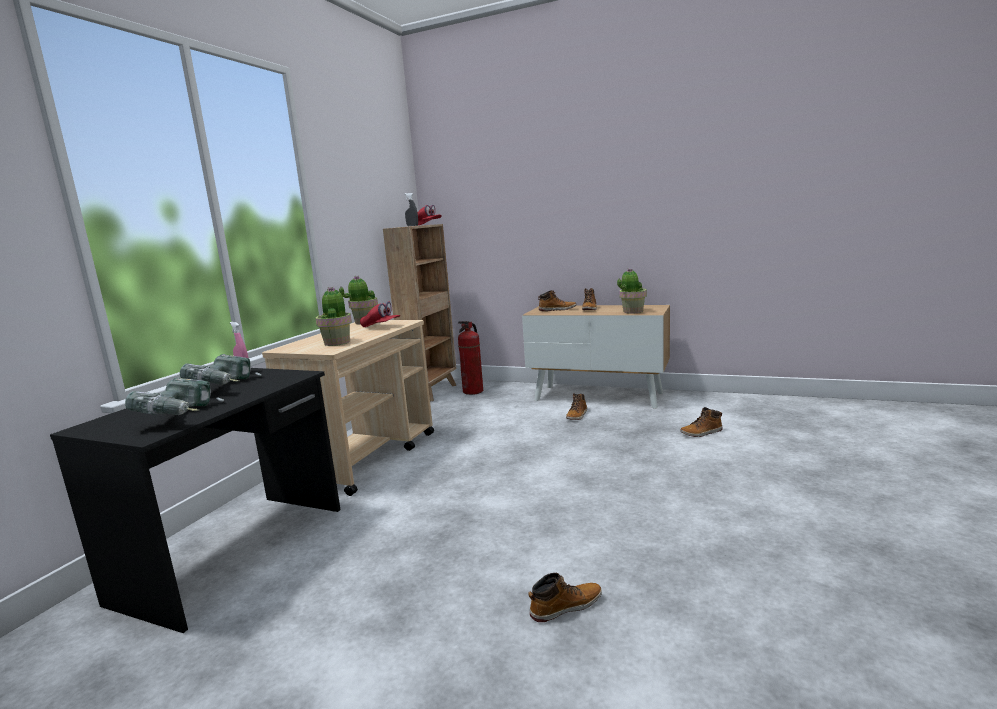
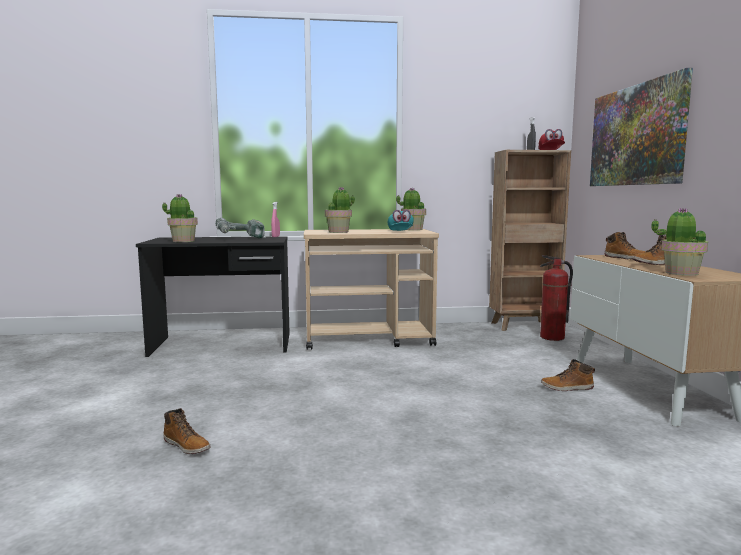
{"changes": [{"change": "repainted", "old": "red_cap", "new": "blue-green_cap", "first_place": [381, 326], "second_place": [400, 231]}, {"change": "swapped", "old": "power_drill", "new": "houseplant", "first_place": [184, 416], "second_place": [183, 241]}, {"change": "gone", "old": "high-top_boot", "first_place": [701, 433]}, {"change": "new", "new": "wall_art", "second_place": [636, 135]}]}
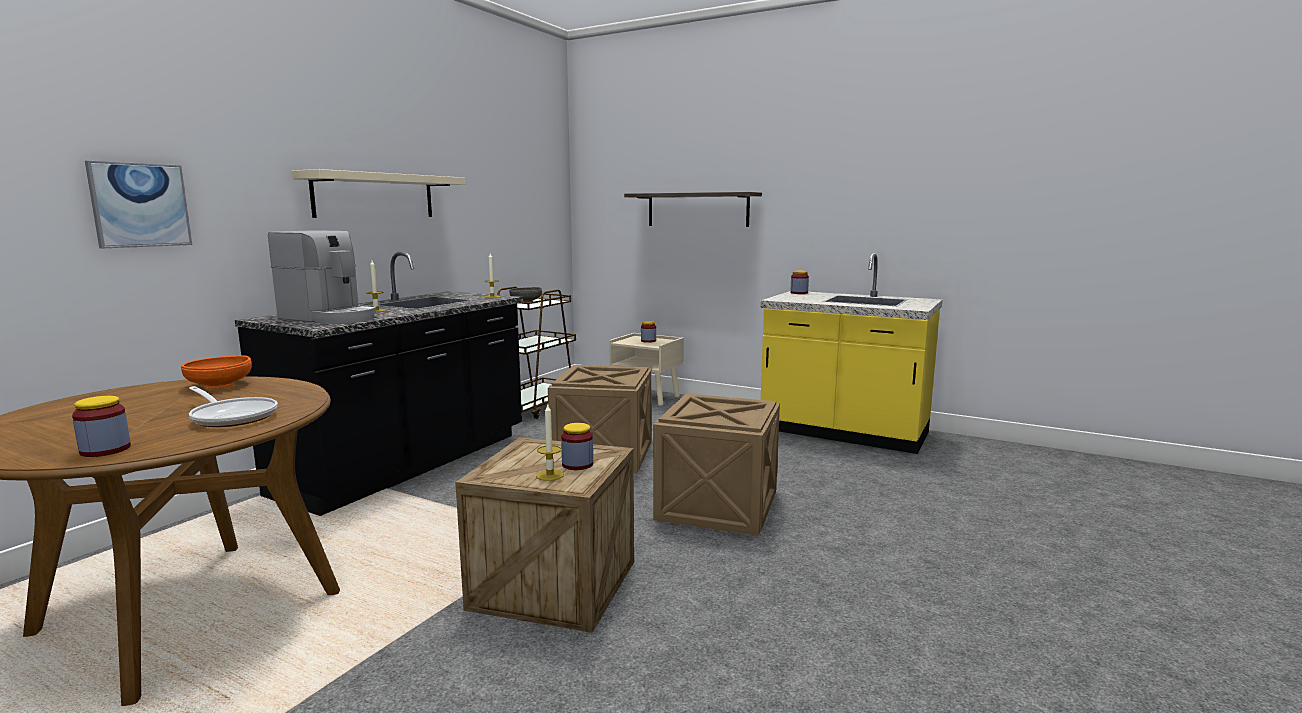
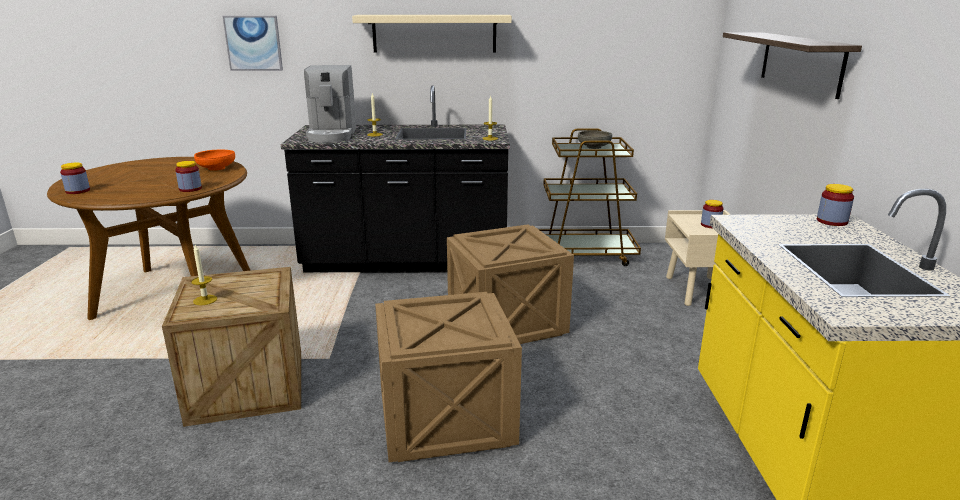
{"changes": [{"change": "gone", "old": "frying_pan", "first_place": [232, 417]}, {"change": "shifted", "old": "storage_jar", "first_place": [577, 464], "second_place": [190, 189]}]}
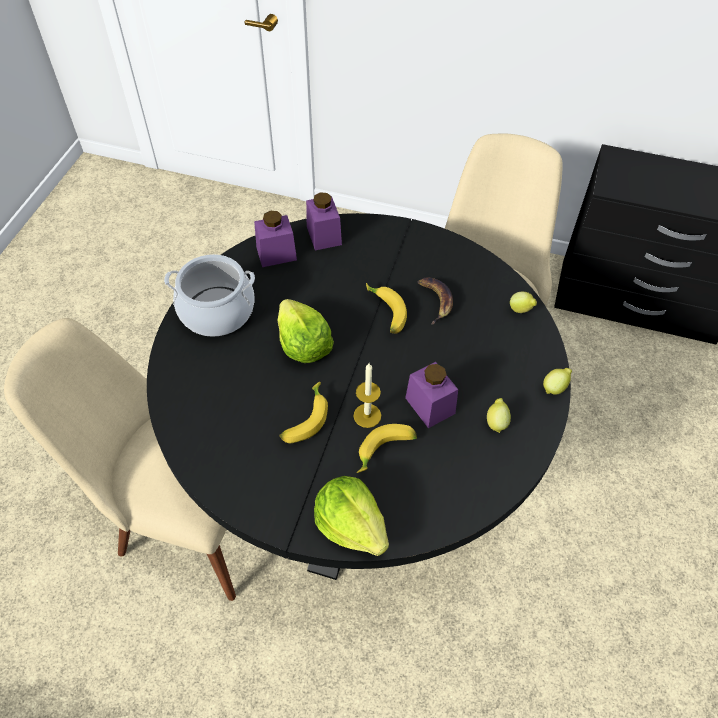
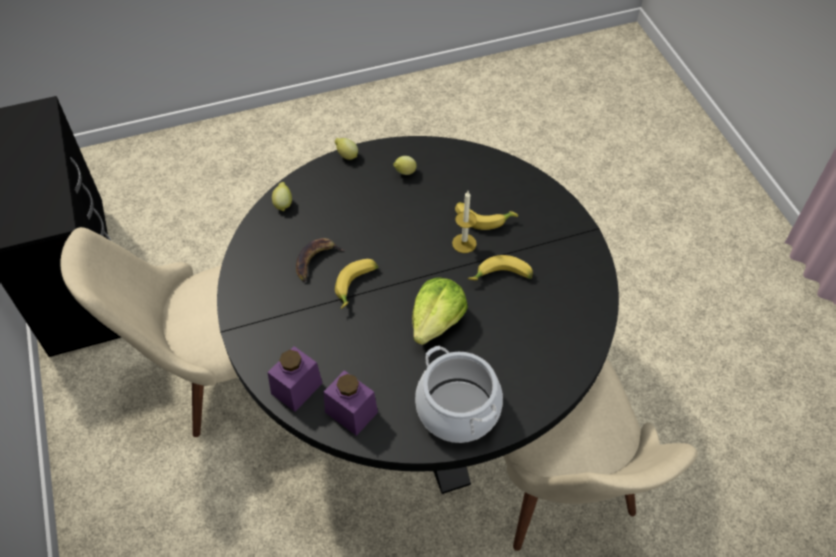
{"changes": [{"change": "gone", "old": "purplish_storage_jar", "first_place": [430, 405]}, {"change": "gone", "old": "lettuce_head", "first_place": [351, 524]}]}
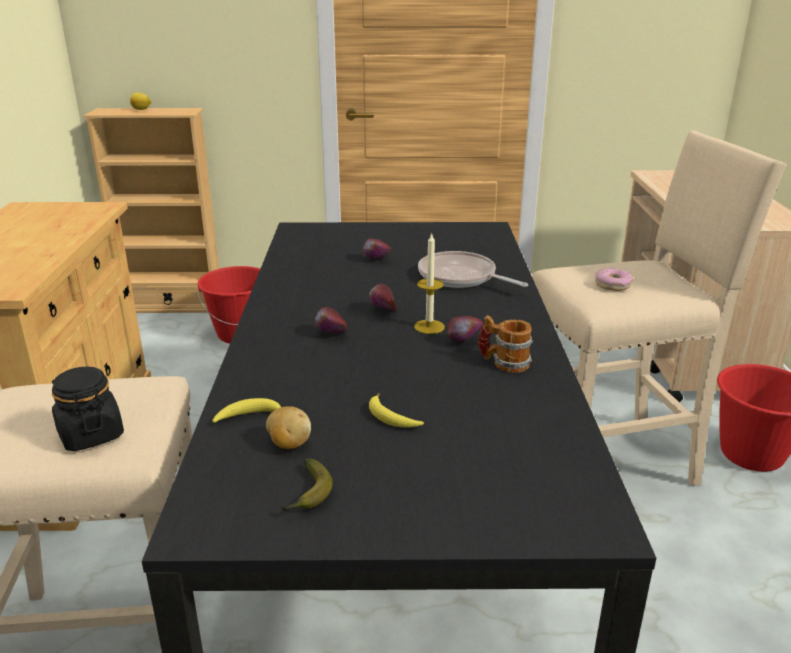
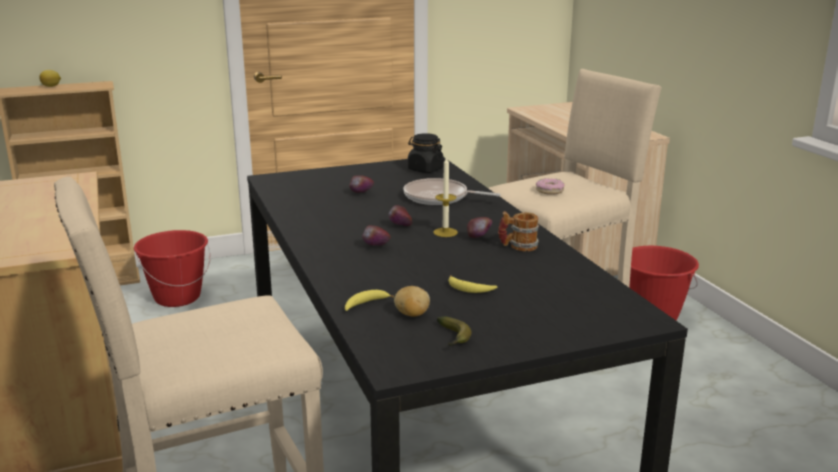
{"changes": [{"change": "shifted", "old": "black_storage_jar", "first_place": [90, 434], "second_place": [425, 169]}]}
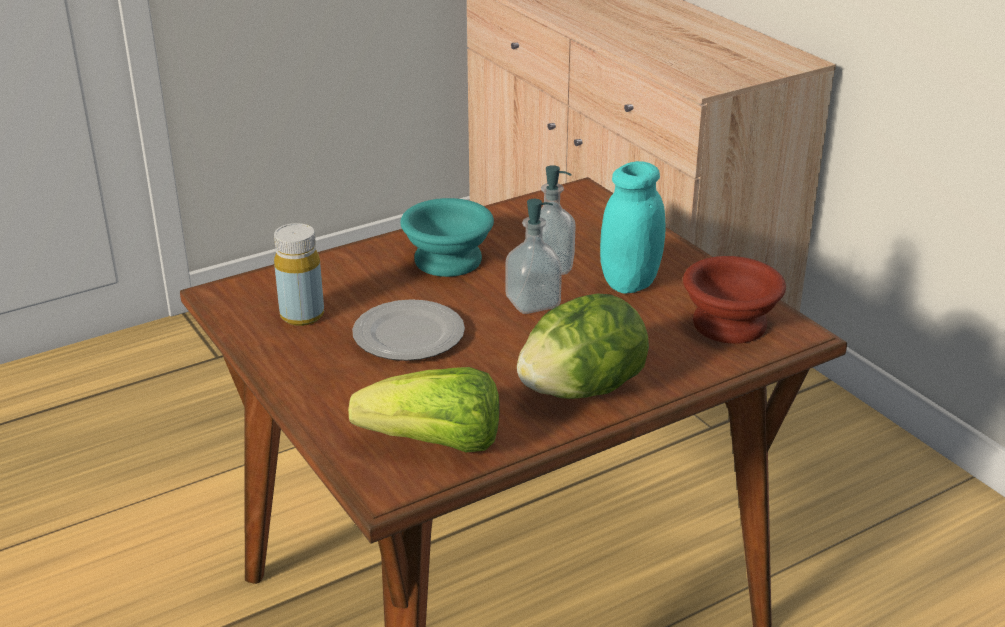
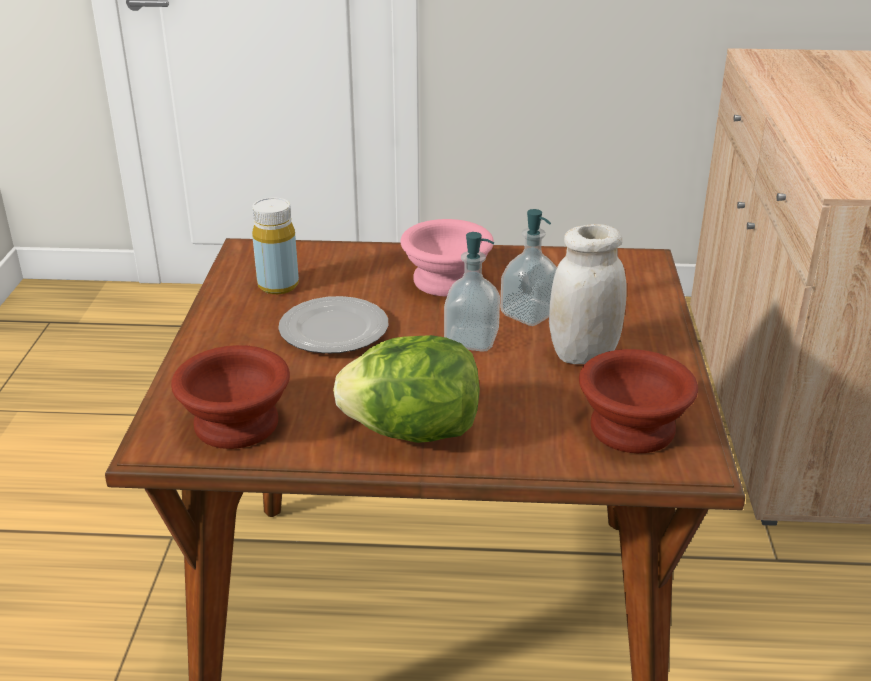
{"changes": [{"change": "repainted", "old": "blue-green_storage_jar", "new": "white_storage_jar", "first_place": [630, 283], "second_place": [583, 354]}, {"change": "repainted", "old": "blue-green_deep_dish", "new": "pinkish_deep_dish", "first_place": [450, 259], "second_place": [449, 280]}, {"change": "swapped", "old": "lettuce_head", "new": "brown_deep_dish", "first_place": [435, 444], "second_place": [236, 426]}]}
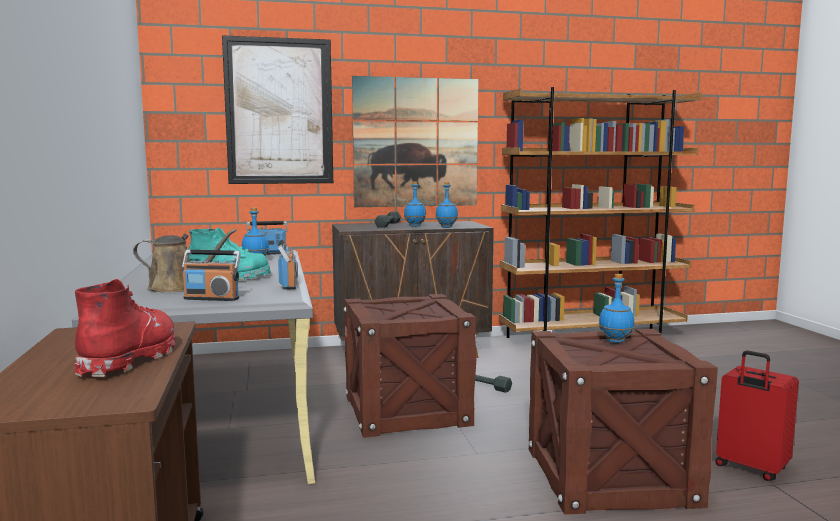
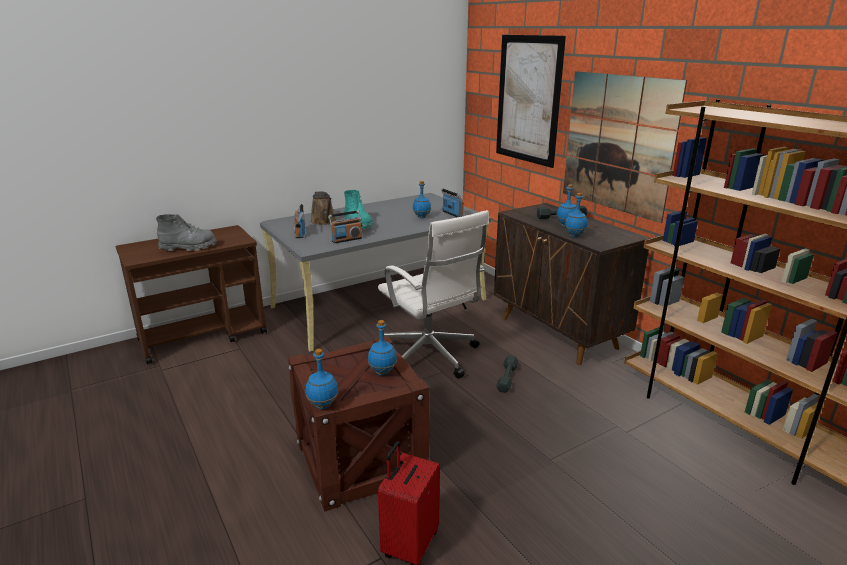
{"changes": [{"change": "repainted", "old": "red_high-top_boot", "new": "grey_high-top_boot", "first_place": [130, 359], "second_place": [188, 247]}, {"change": "swapped", "old": "packing_crate", "new": "white_office_chair", "first_place": [406, 410], "second_place": [430, 356]}, {"change": "new", "new": "blue_drink_bottle", "second_place": [322, 405]}]}
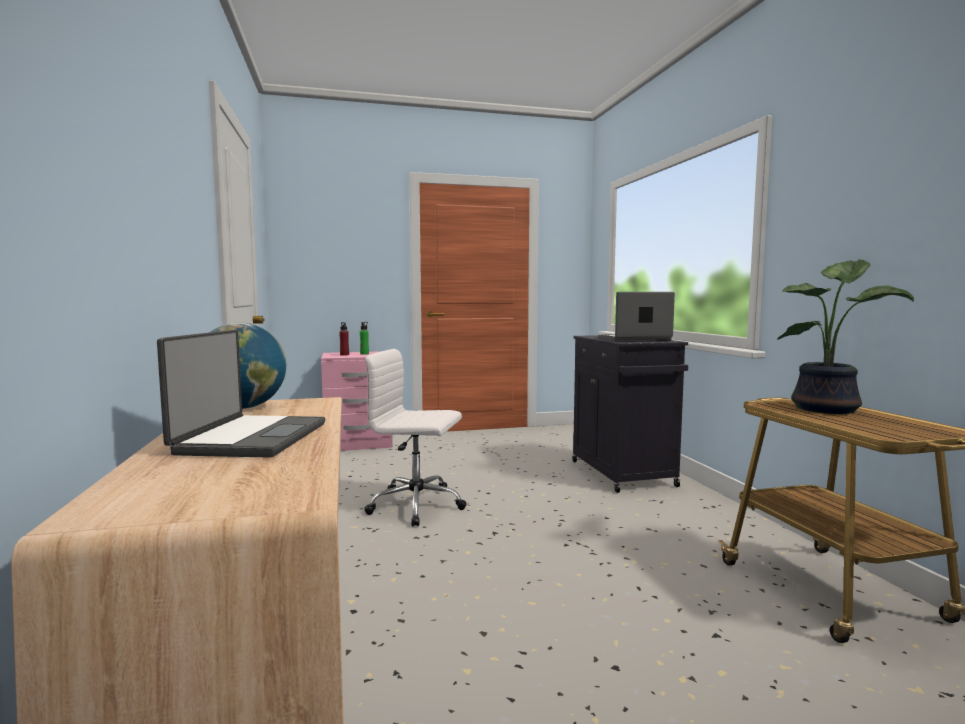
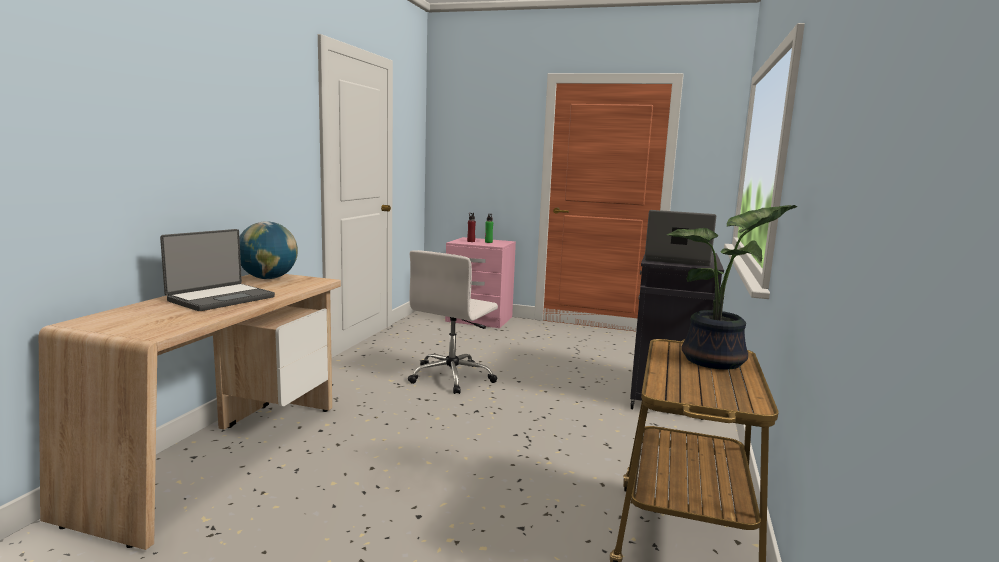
{"changes": [{"change": "rotated", "old": "white_office_chair", "first_place": [418, 505], "second_place": [452, 377], "degrees": -105}]}
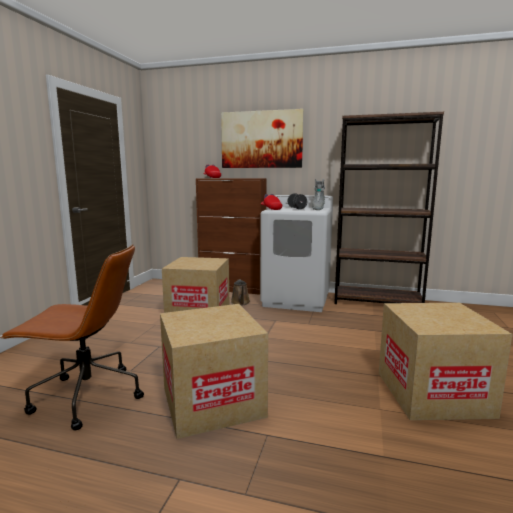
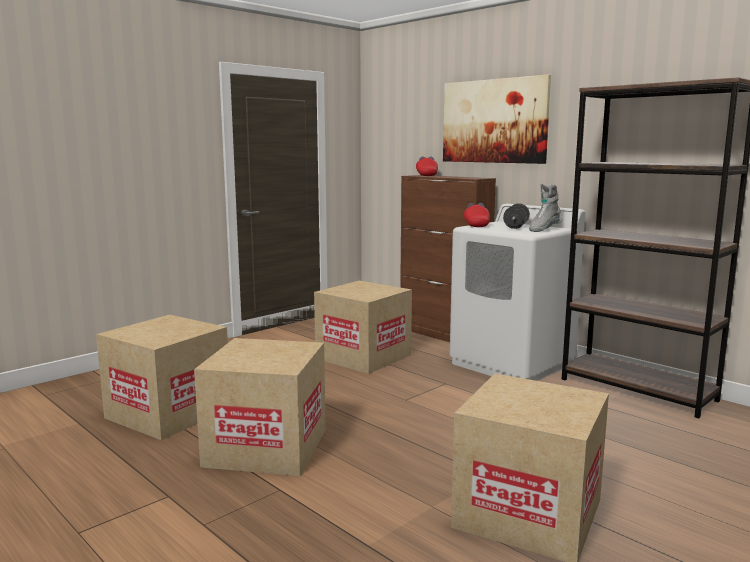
{"changes": [{"change": "swapped", "old": "brown_office_chair", "new": "carton", "first_place": [86, 397], "second_place": [168, 413]}, {"change": "gone", "old": "brown_watering_can", "first_place": [240, 303]}]}
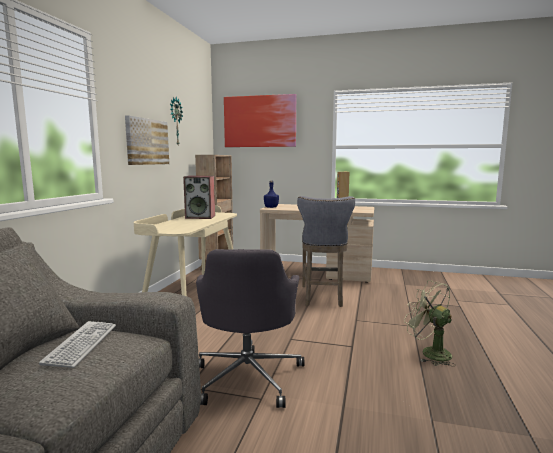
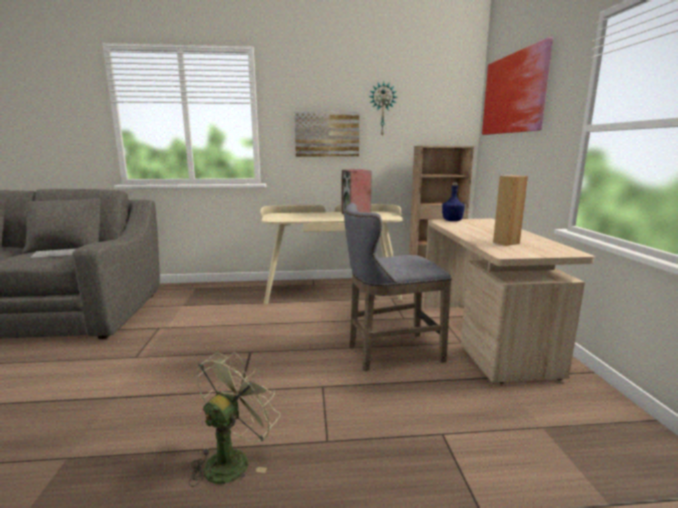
{"changes": [{"change": "gone", "old": "grey_office_chair", "first_place": [248, 376]}]}
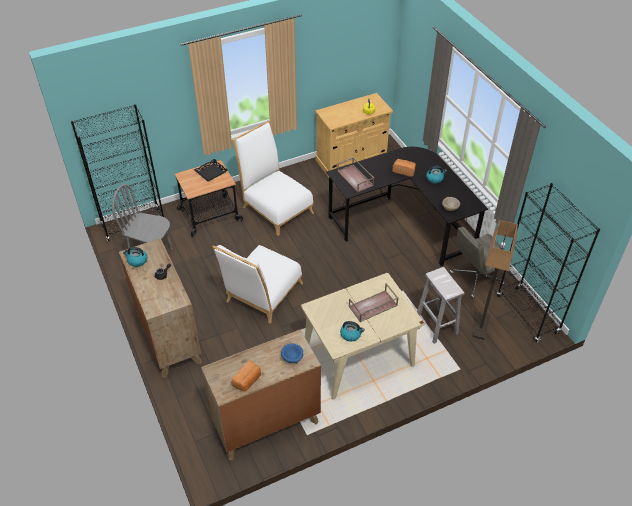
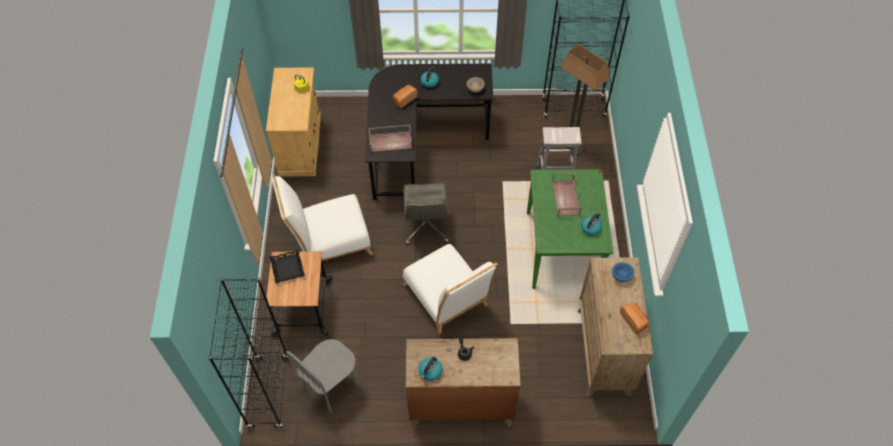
{"changes": [{"change": "shifted", "old": "grey_office_chair", "first_place": [475, 279], "second_place": [426, 226]}, {"change": "repainted", "old": "beige-coloured_dinner_table", "new": "green_dinner_table", "first_place": [359, 356], "second_place": [561, 248]}]}
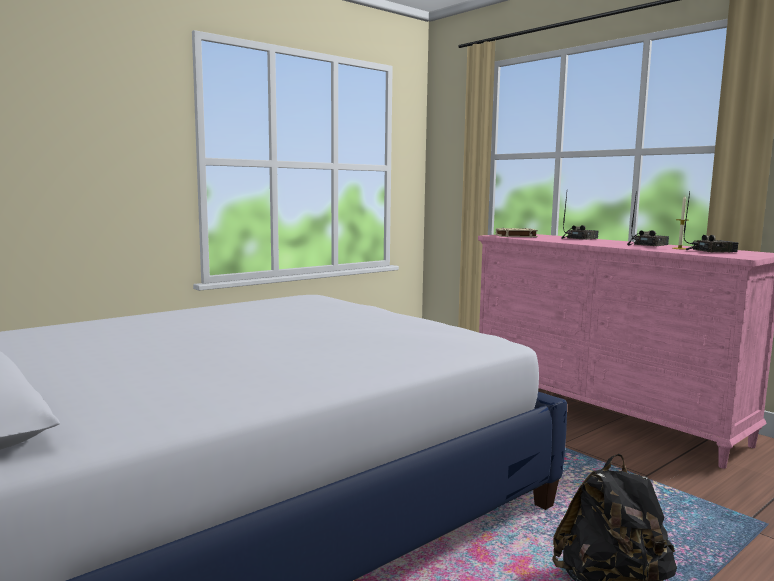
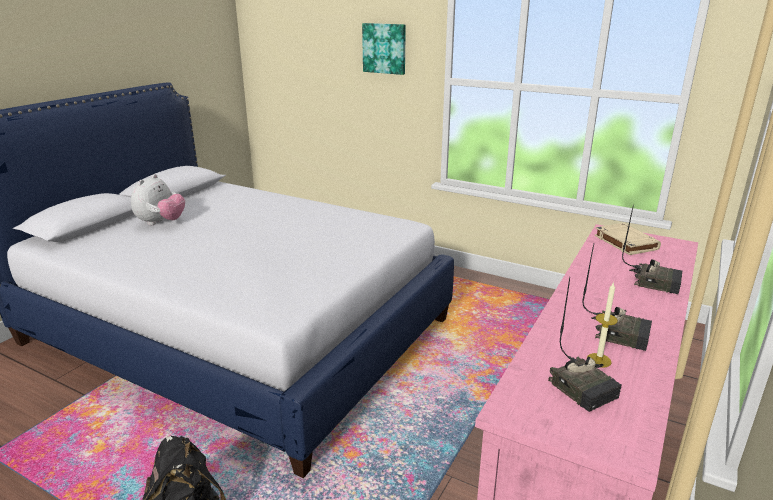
{"changes": [{"change": "new", "new": "wall_art", "second_place": [384, 48]}, {"change": "new", "new": "cuddly_toy", "second_place": [161, 223]}]}
